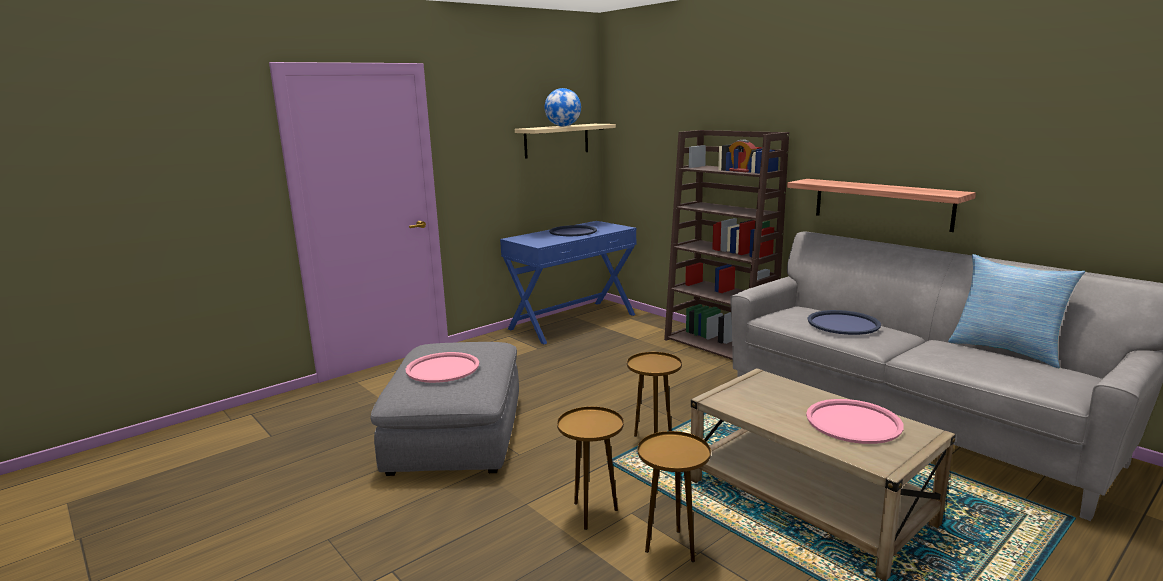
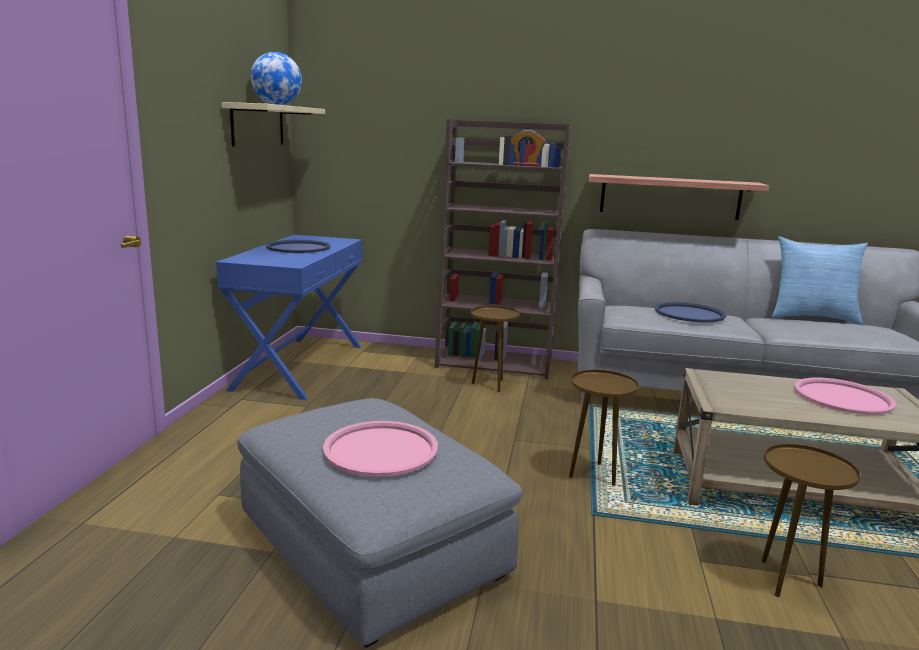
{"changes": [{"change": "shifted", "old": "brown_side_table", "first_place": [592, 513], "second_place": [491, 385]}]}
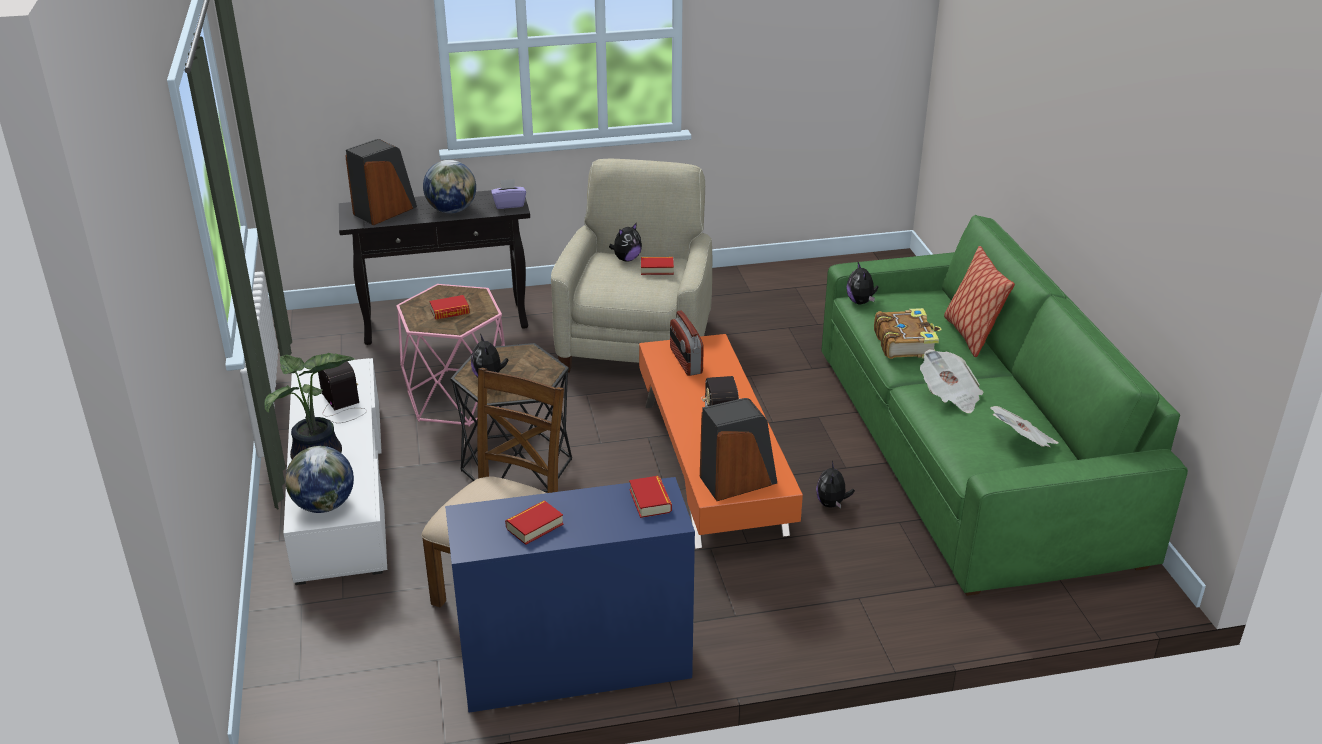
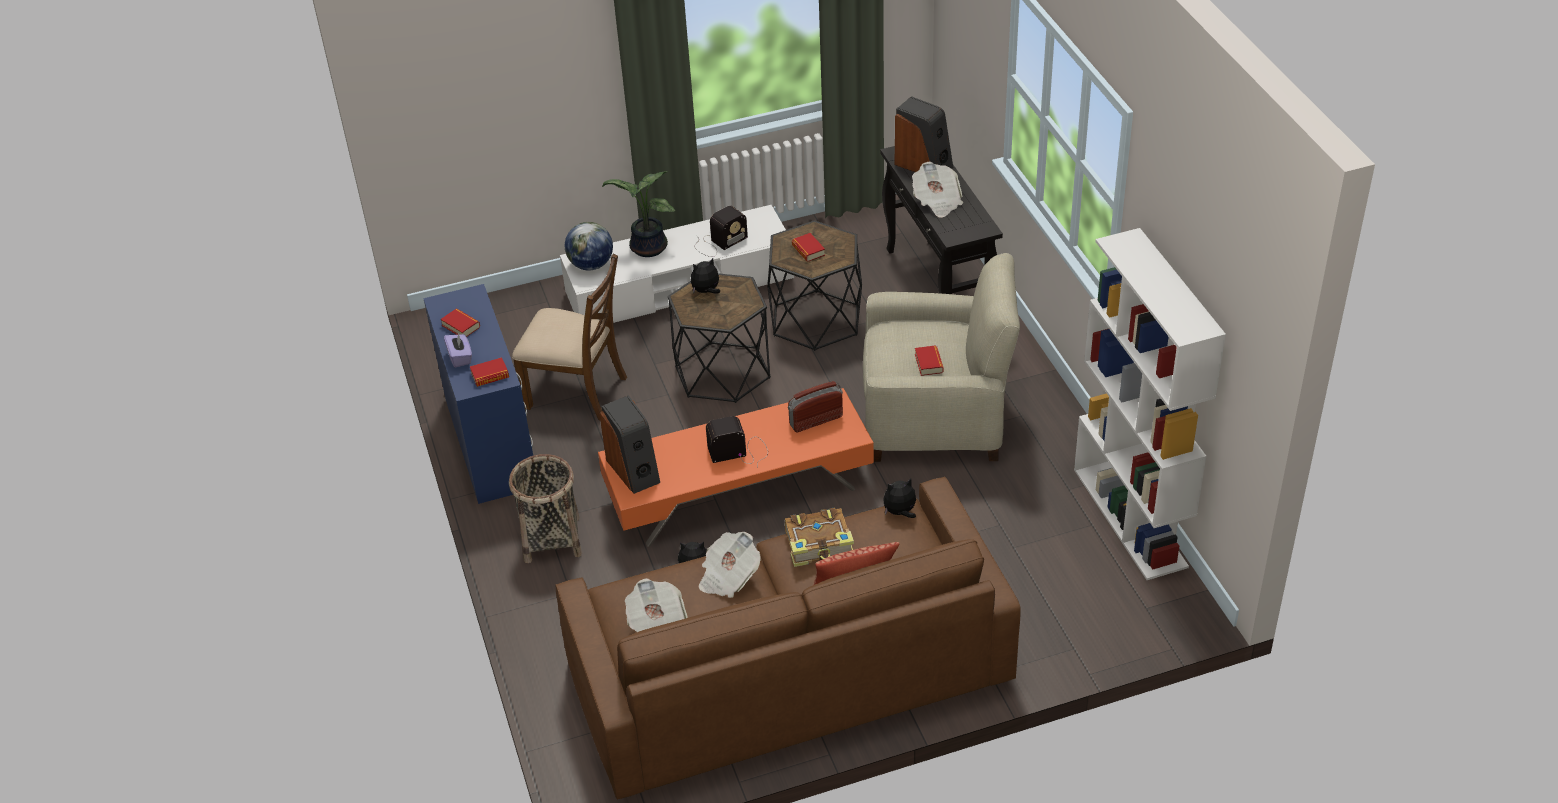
{"changes": [{"change": "swapped", "old": "world_globe", "new": "newspaper", "first_place": [452, 210], "second_place": [937, 201]}, {"change": "shifted", "old": "purplish_tissue_box", "first_place": [509, 204], "second_place": [460, 357]}, {"change": "repainted", "old": "green_couch", "new": "brown_couch", "first_place": [970, 453], "second_place": [788, 672]}, {"change": "gone", "old": "cuddly_toy", "first_place": [626, 259]}, {"change": "repainted", "old": "pinkish_side_table", "new": "black_side_table", "first_place": [458, 397], "second_place": [815, 321]}, {"change": "new", "new": "white_bookshelf", "second_place": [1131, 518]}, {"change": "new", "new": "household_basket", "second_place": [552, 539]}]}
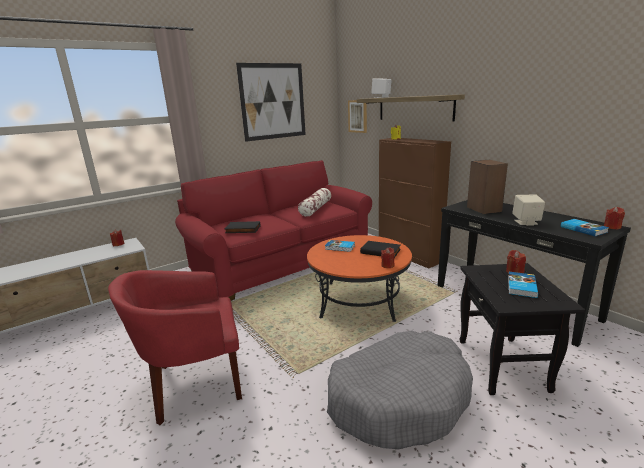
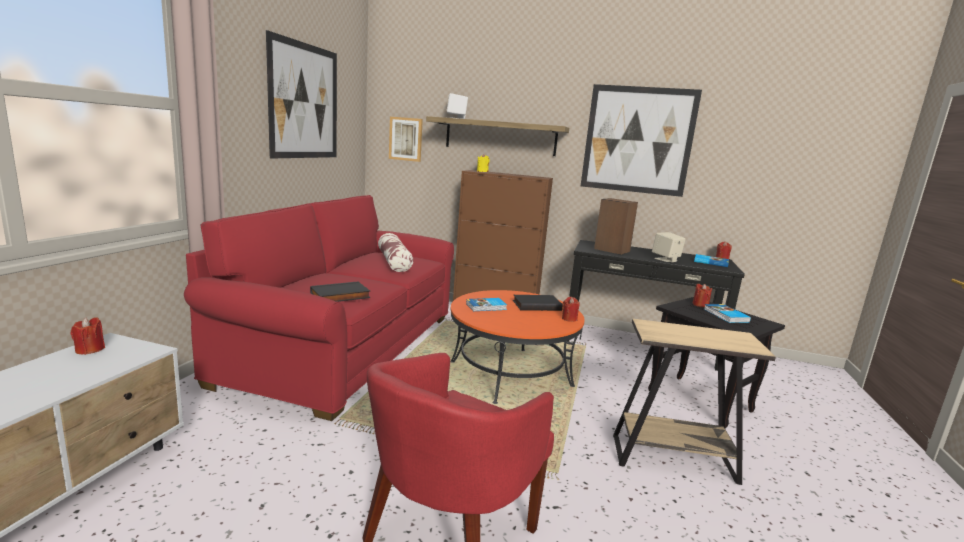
{"changes": [{"change": "swapped", "old": "grey_pet_bed", "new": "beige-coloured_side_table", "first_place": [398, 398], "second_place": [673, 458]}, {"change": "new", "new": "wall_art", "second_place": [638, 140]}]}
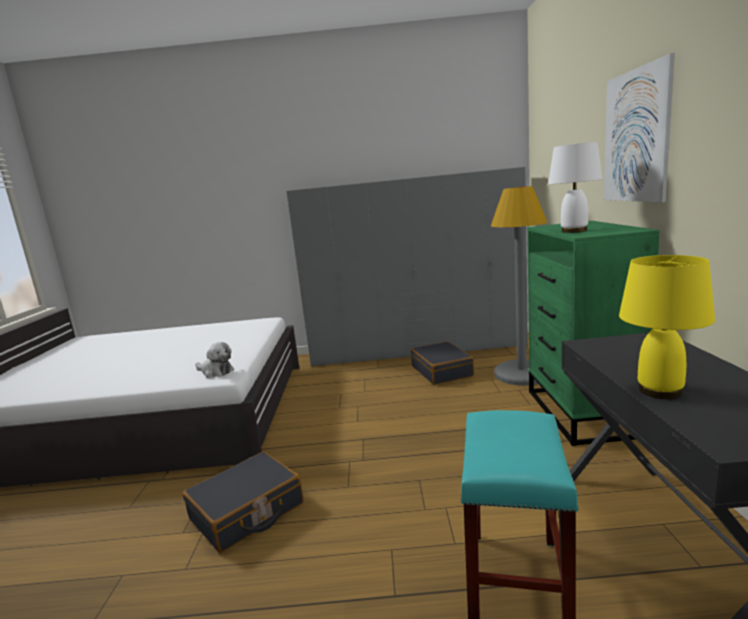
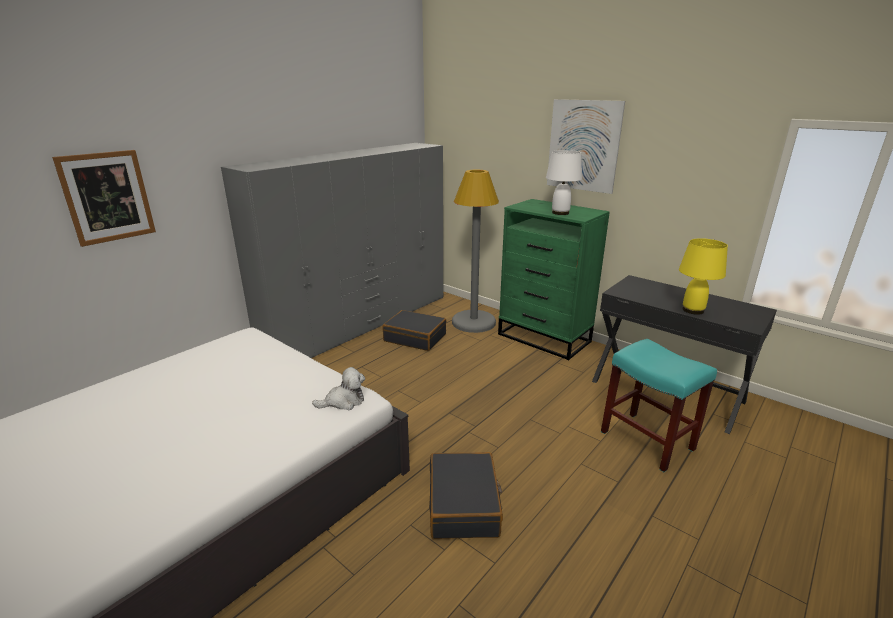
{"changes": [{"change": "new", "new": "wall_art", "second_place": [107, 197]}]}
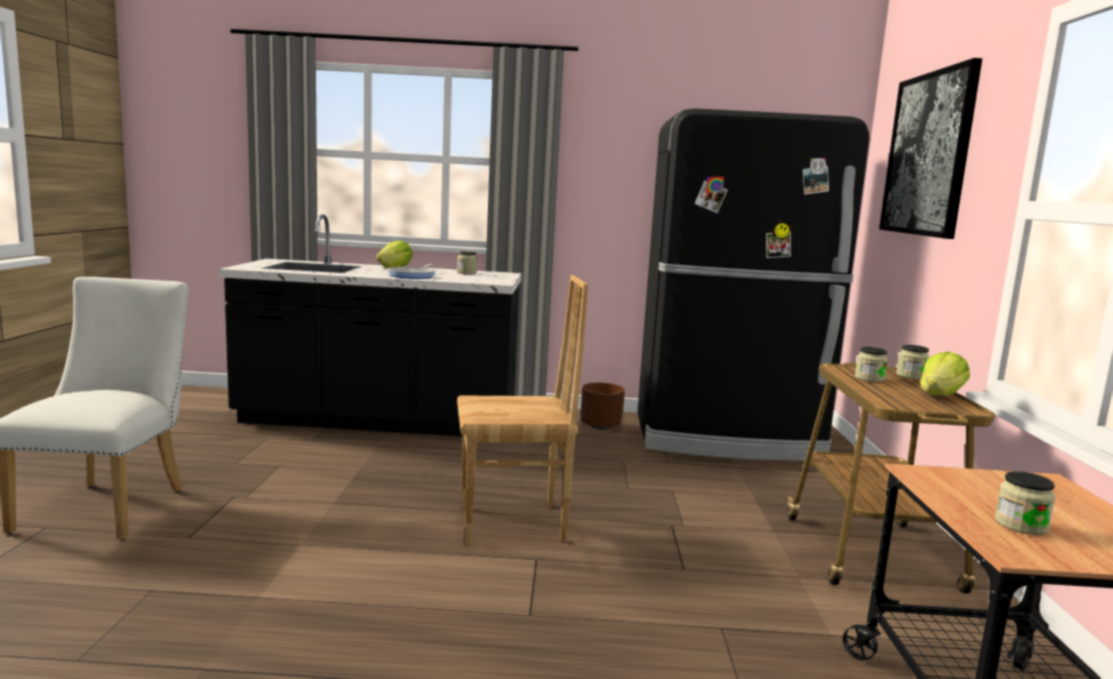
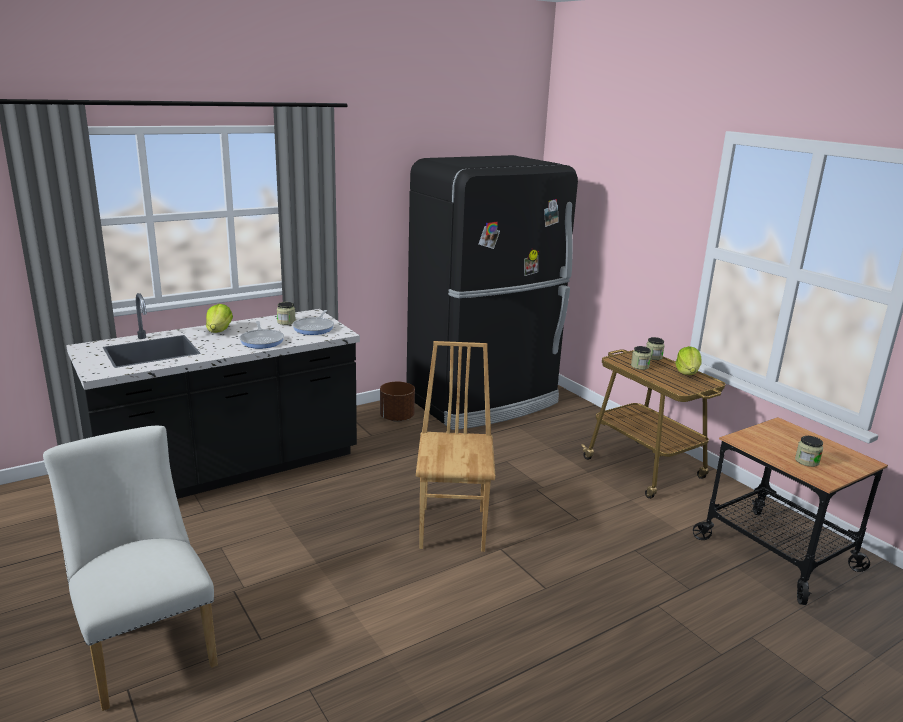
{"changes": [{"change": "gone", "old": "wall_art", "first_place": [928, 154]}, {"change": "rotated", "old": "brown_chair", "first_place": [513, 524], "second_place": [454, 528], "degrees": -45}, {"change": "new", "new": "frying_pan", "second_place": [314, 328]}]}
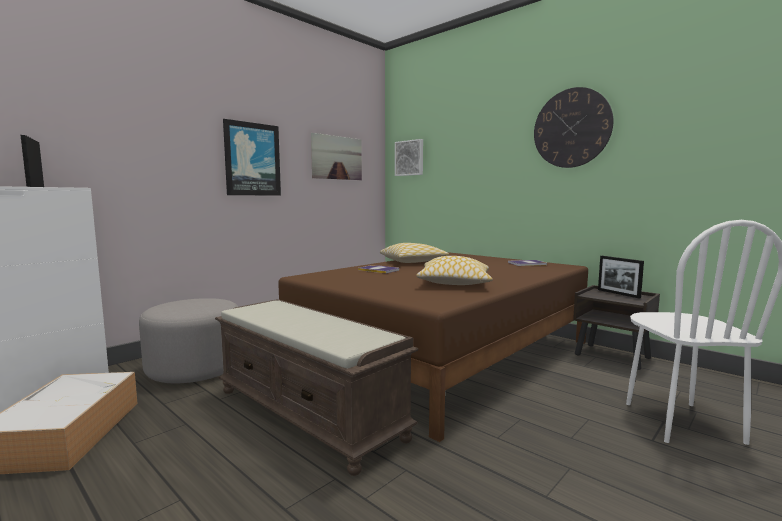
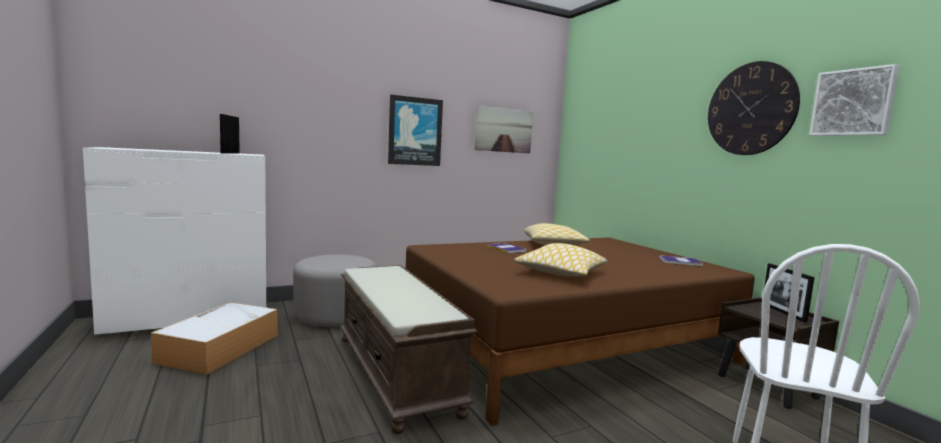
{"changes": [{"change": "shifted", "old": "wall_art", "first_place": [409, 158], "second_place": [853, 102]}]}
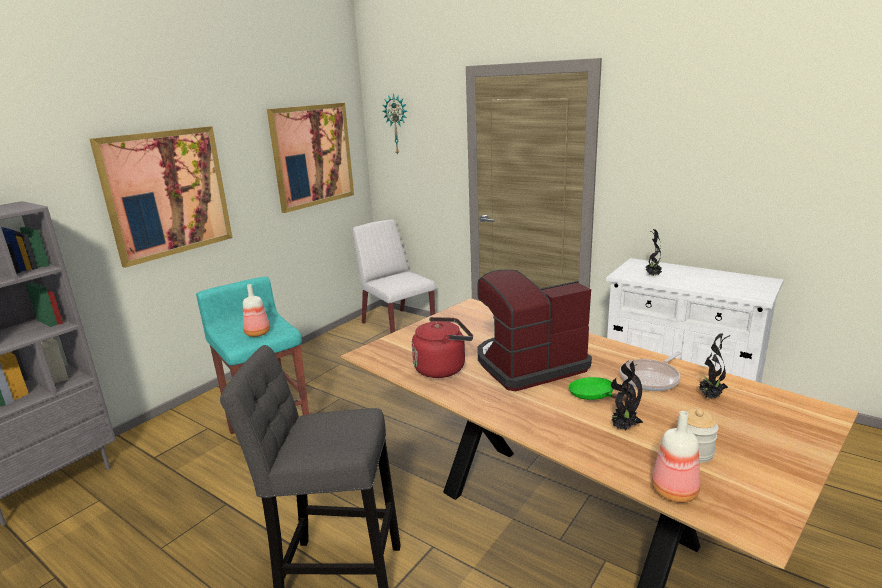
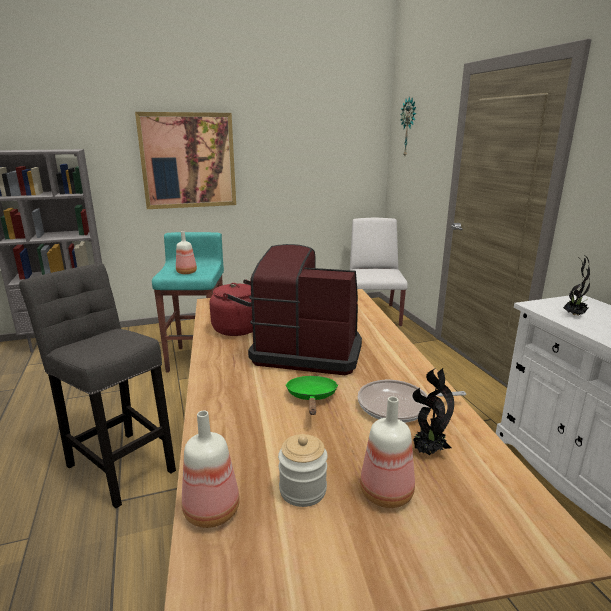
{"changes": [{"change": "gone", "old": "wall_art", "first_place": [312, 155]}, {"change": "gone", "old": "houseplant", "first_place": [623, 428]}, {"change": "new", "new": "drink_bottle", "second_place": [387, 492]}]}
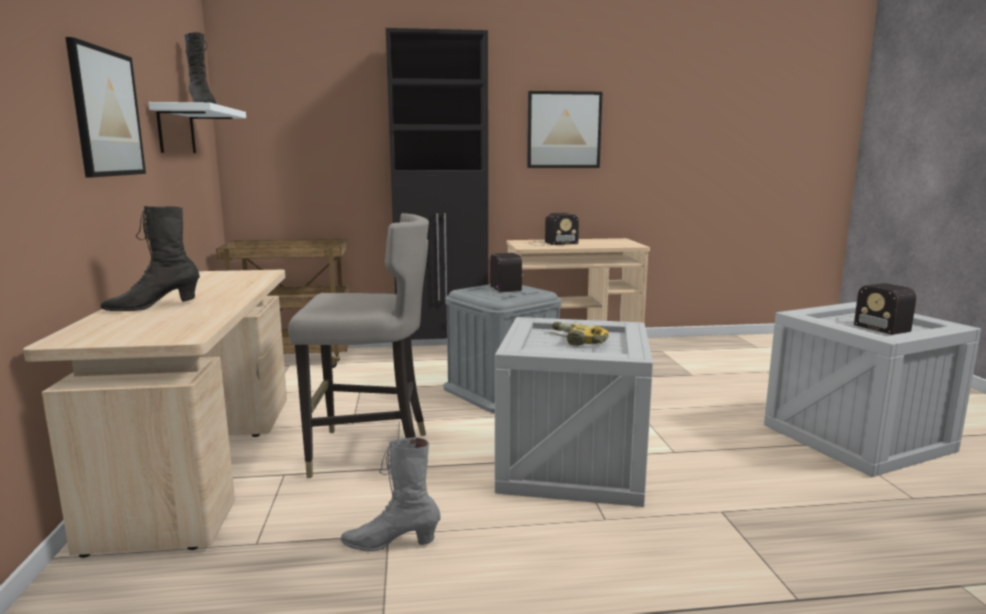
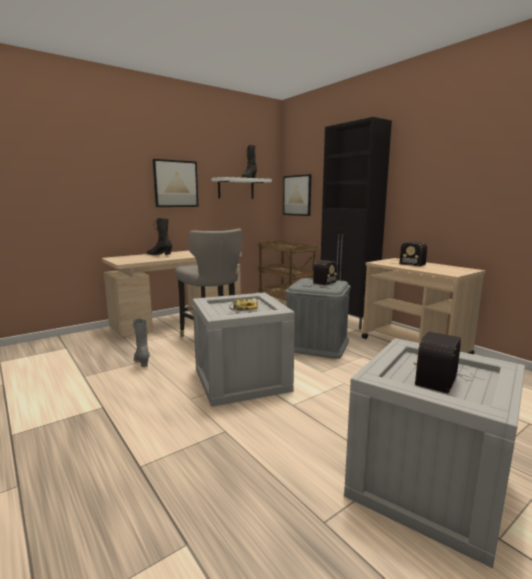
{"changes": [{"change": "shifted", "old": "wall_art", "first_place": [564, 130], "second_place": [297, 195]}]}
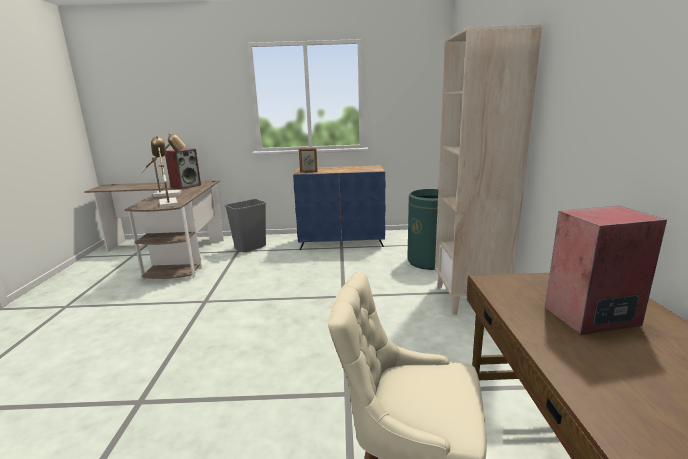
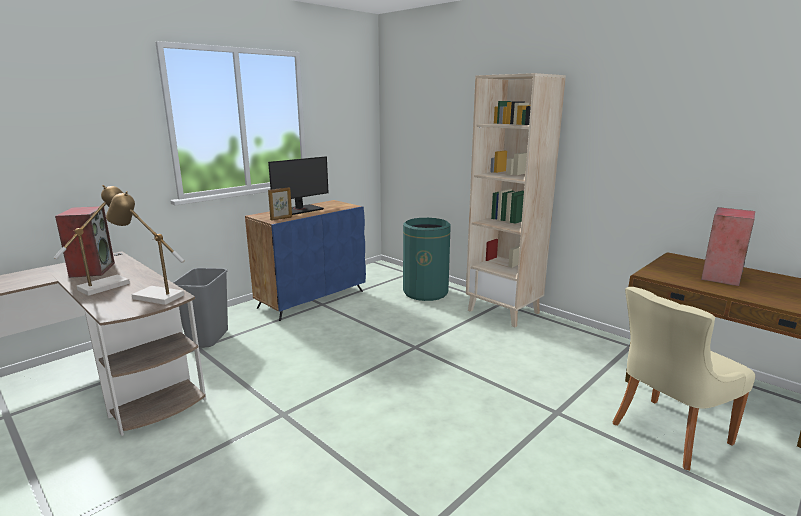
{"changes": [{"change": "new", "new": "computer_display", "second_place": [301, 210]}]}
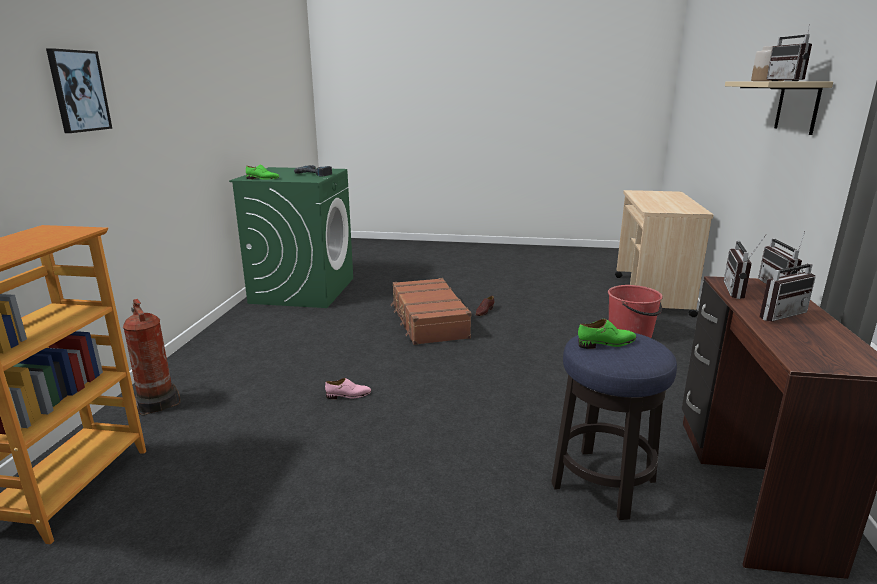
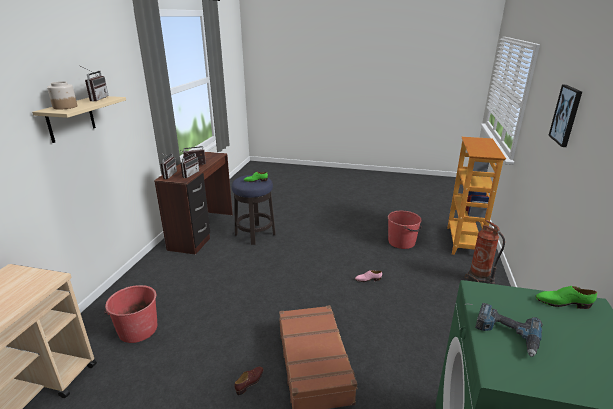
{"changes": [{"change": "new", "new": "red_water_bucket", "second_place": [402, 242]}]}
